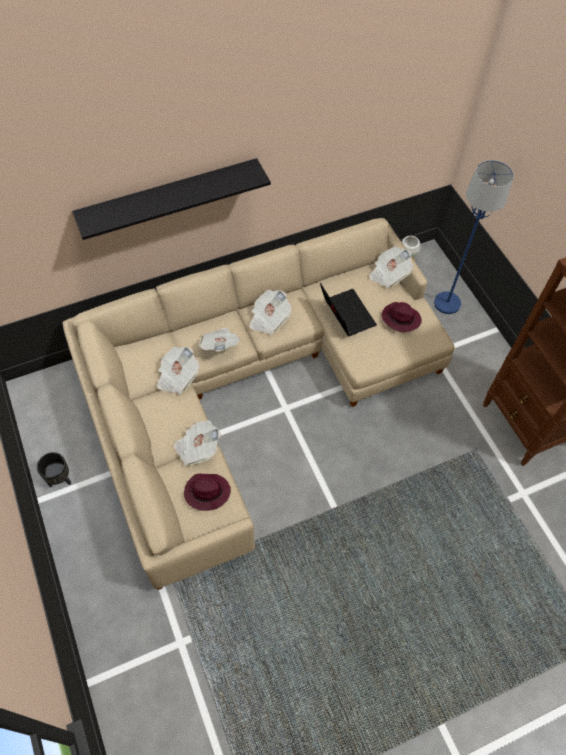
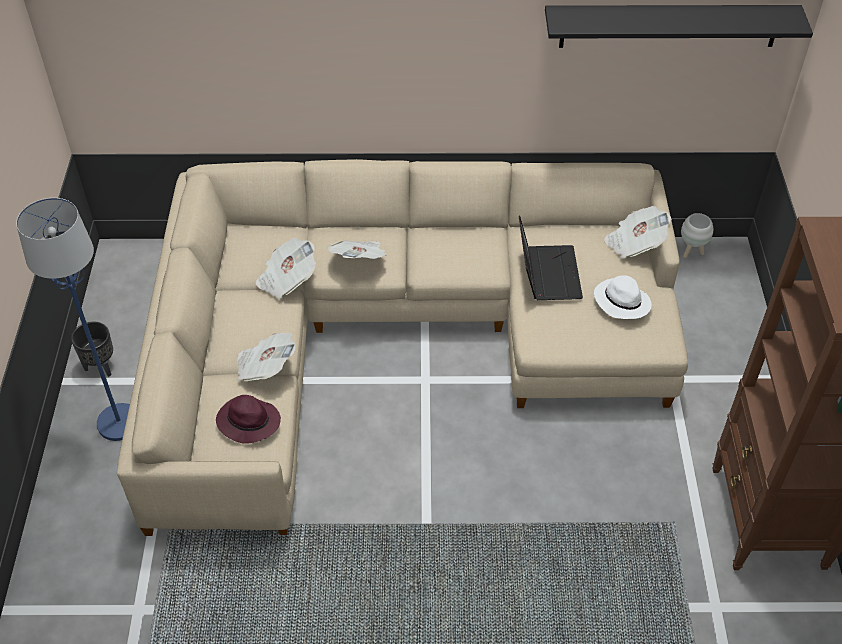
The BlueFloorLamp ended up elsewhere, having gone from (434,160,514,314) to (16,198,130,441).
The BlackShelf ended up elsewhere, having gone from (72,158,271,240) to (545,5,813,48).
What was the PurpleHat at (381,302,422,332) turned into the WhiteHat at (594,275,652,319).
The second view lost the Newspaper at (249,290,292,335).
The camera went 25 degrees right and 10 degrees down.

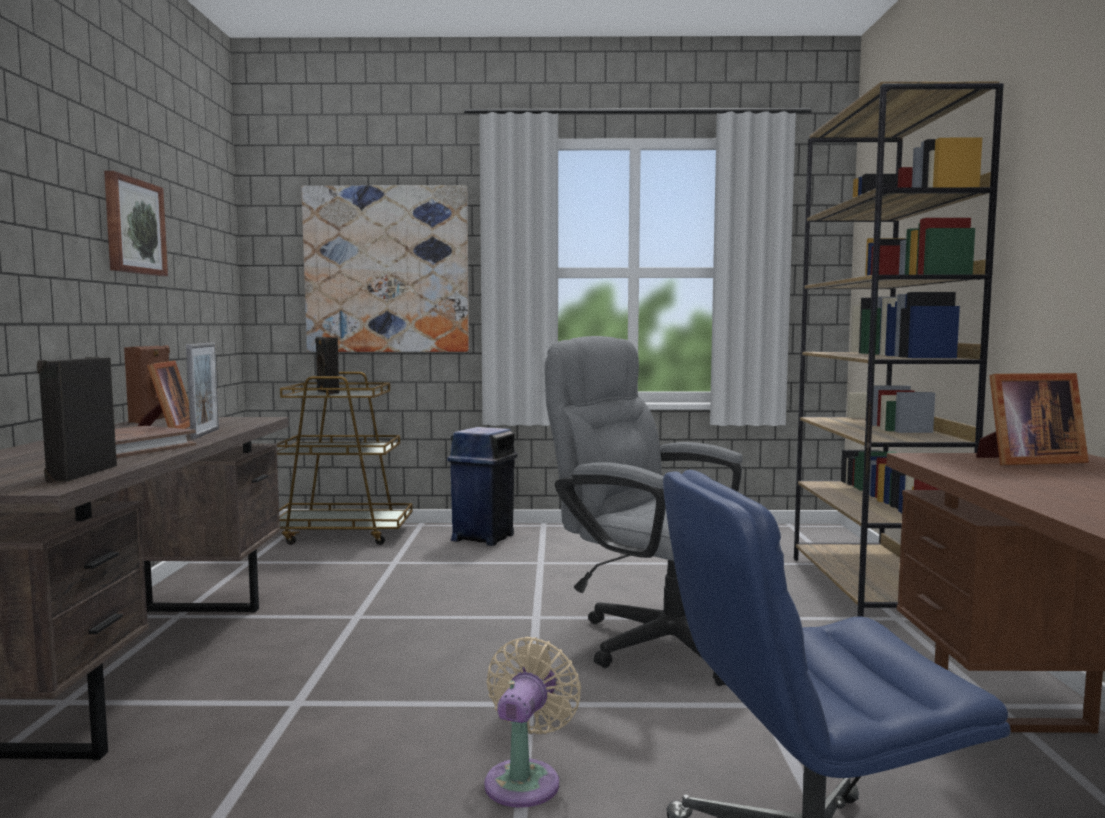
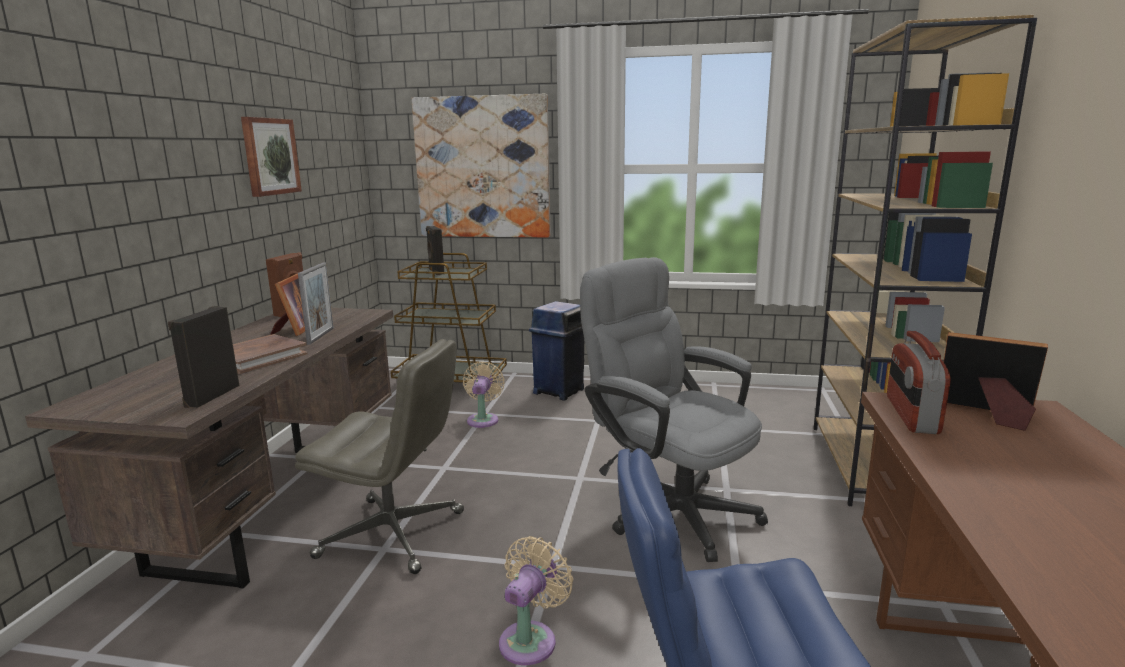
The second view gained the GreyOfficeChair at (295,339,464,574).
The second view gained the BeigeFan at (463,362,505,428).
The second view gained the Radio at (887,331,951,434).
The PictureFrame at (976,373,1089,465) ended up facing another way, 150 degrees counterclockwise from before.
The camera went 10 degrees right and 10 degrees up.

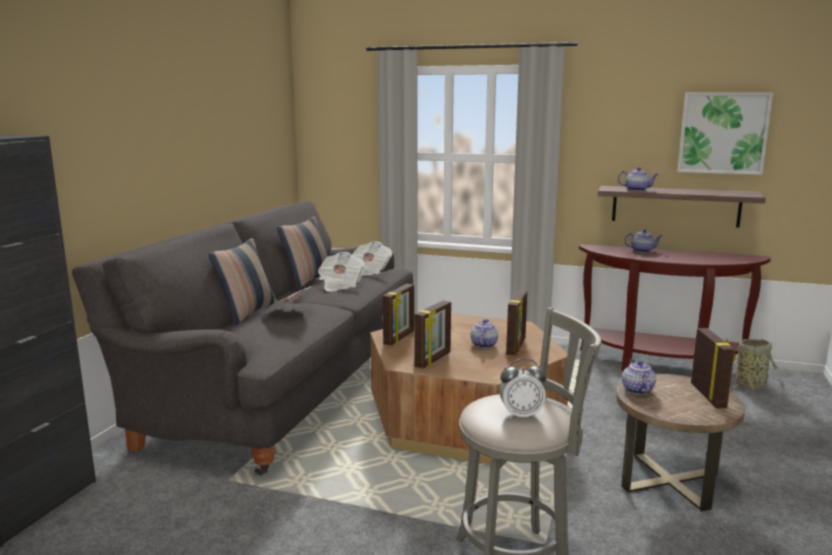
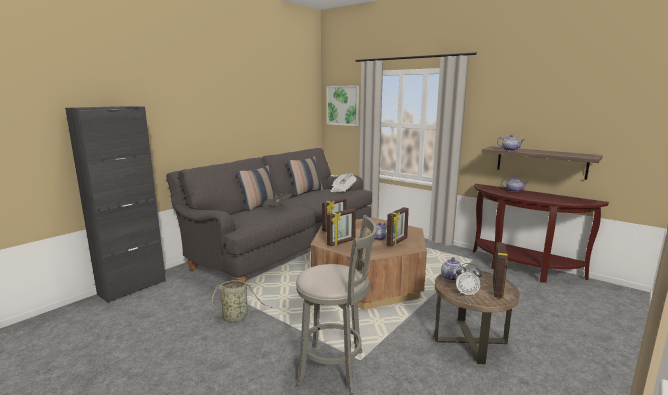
The Basket ended up elsewhere, having gone from (730,339,778,391) to (208,280,273,323).
The Picture ended up elsewhere, having gone from (678,92,773,175) to (327,86,359,126).
The AlarmClock ended up elsewhere, having gone from (500,359,546,419) to (456,263,482,296).
The second view lost the Newspaper at (318,252,365,291).
The camera went 20 degrees right and 0 degrees up.

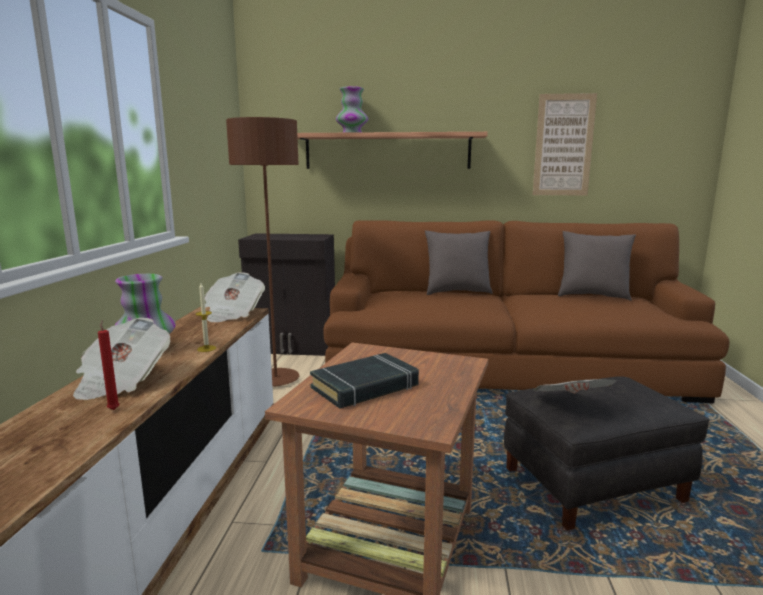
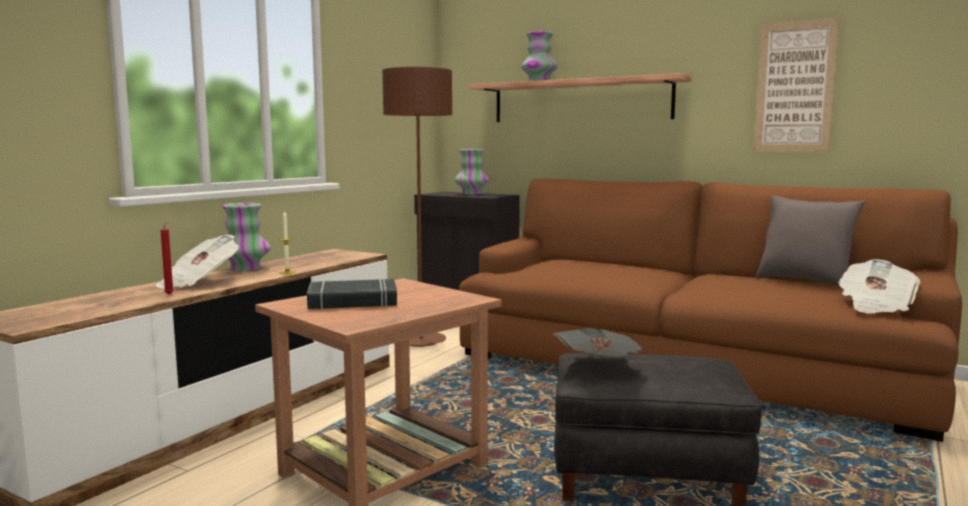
The second view gained the Vase at (455,149,489,195).
The Newspaper ended up elsewhere, having gone from (204,272,265,322) to (838,259,921,313).
The second view lost the GreyPillow at (425,231,493,295).
The camera went 25 degrees right and 5 degrees down.

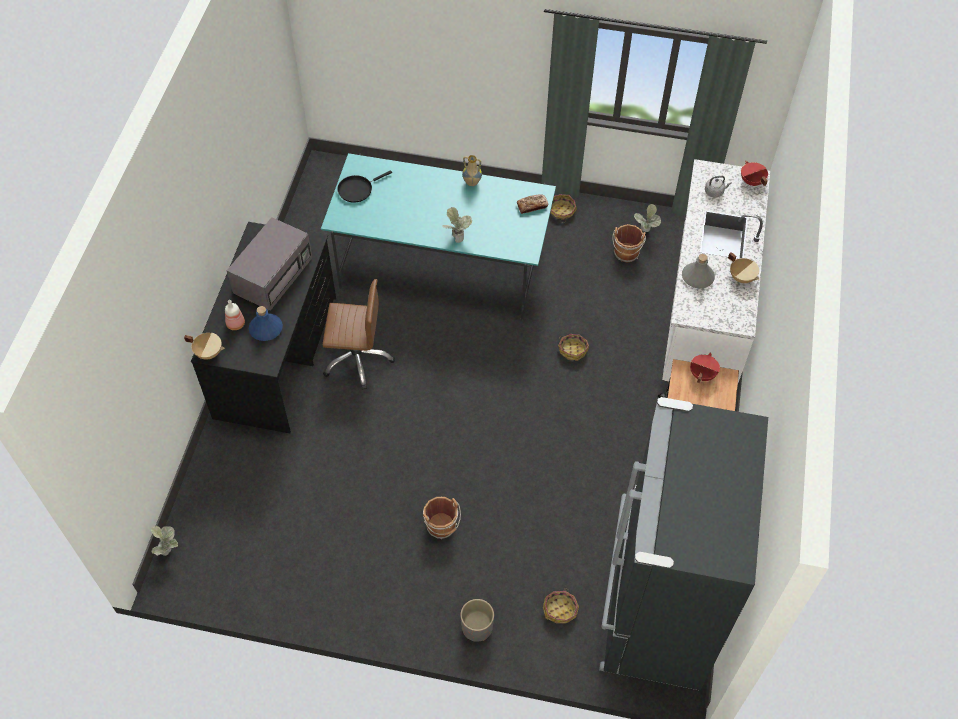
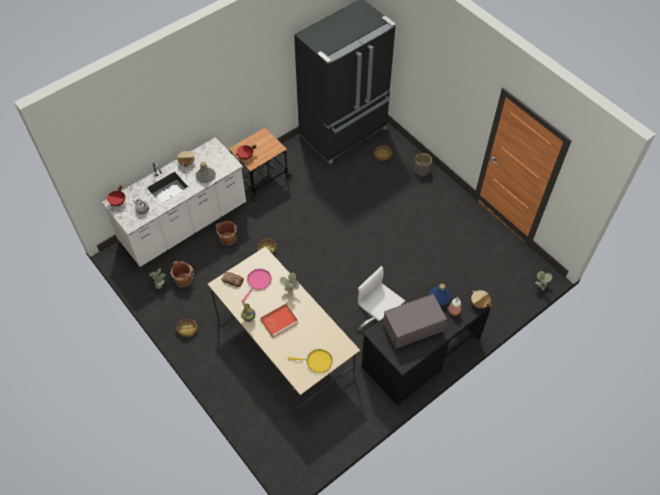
What was the TurquoiseDiningTable at (321,153,556,320) turned into the BeigeDiningTable at (208,246,360,416).
The BrownBucket ended up elsewhere, having gone from (423,497,461,539) to (216,221,238,246).
The second view gained the PinkFryingPan at (242,269,271,302).
The second view gained the RedTray at (260,304,299,337).
What was the BlackFryingPan at (337,170,392,203) turned into the YellowFryingPan at (288,349,333,373).
What was the BrownOfficeChair at (323,279,395,390) turned into the WhiteOfficeChair at (357,266,405,332).
The camera went 140 degrees left and 0 degrees up.

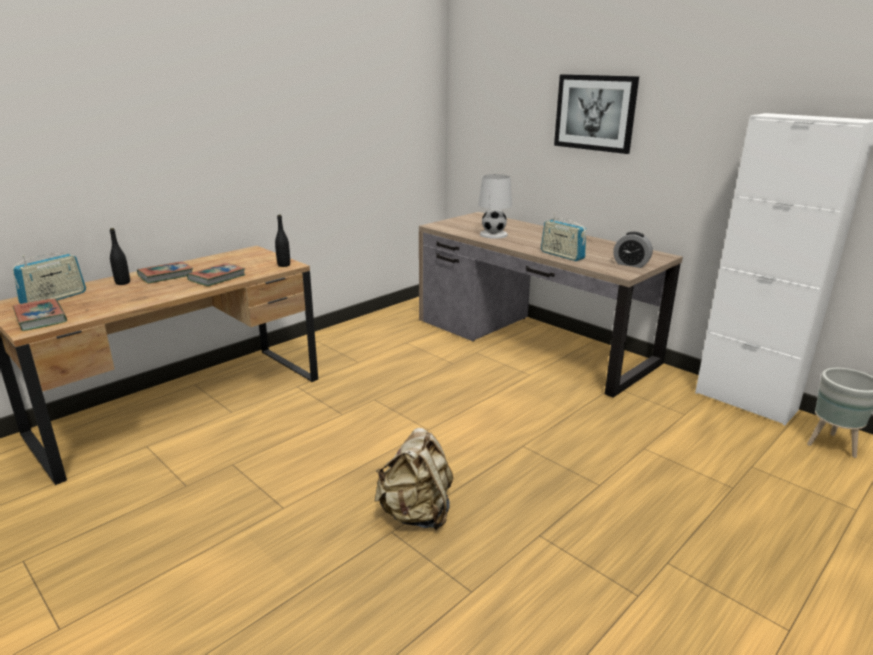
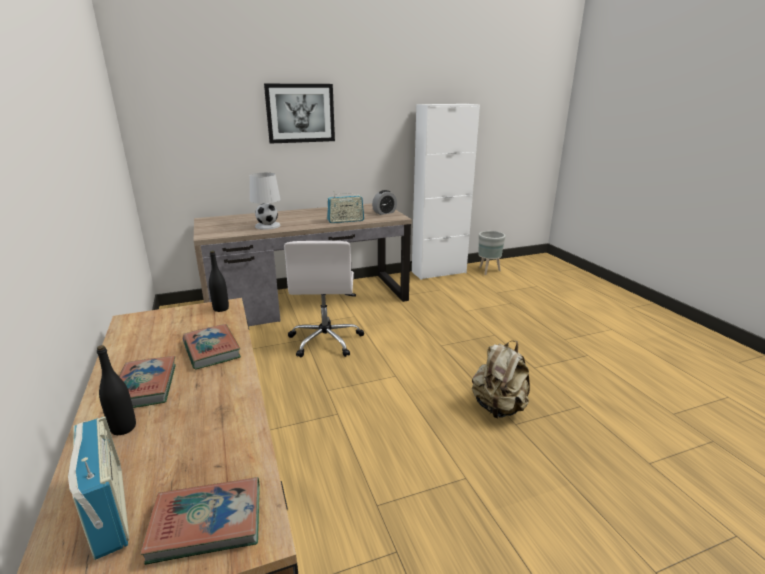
The second view gained the WhiteOfficeChair at (284,241,364,357).
The camera went 65 degrees left and 0 degrees up.

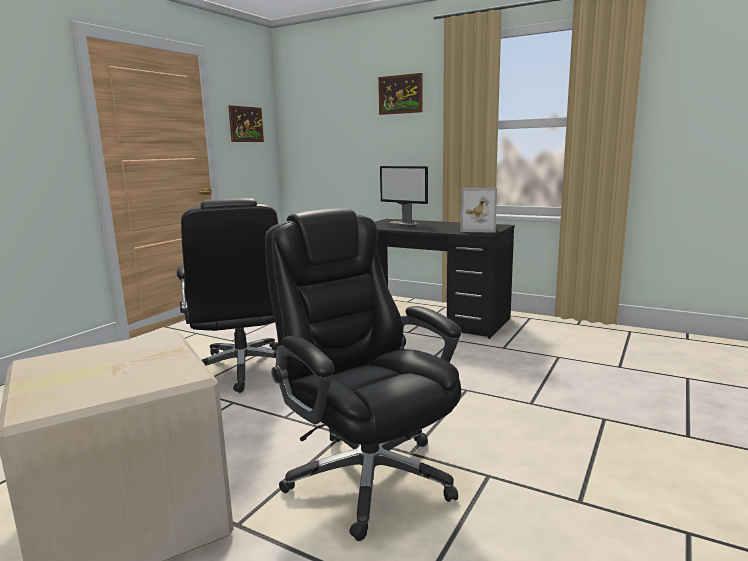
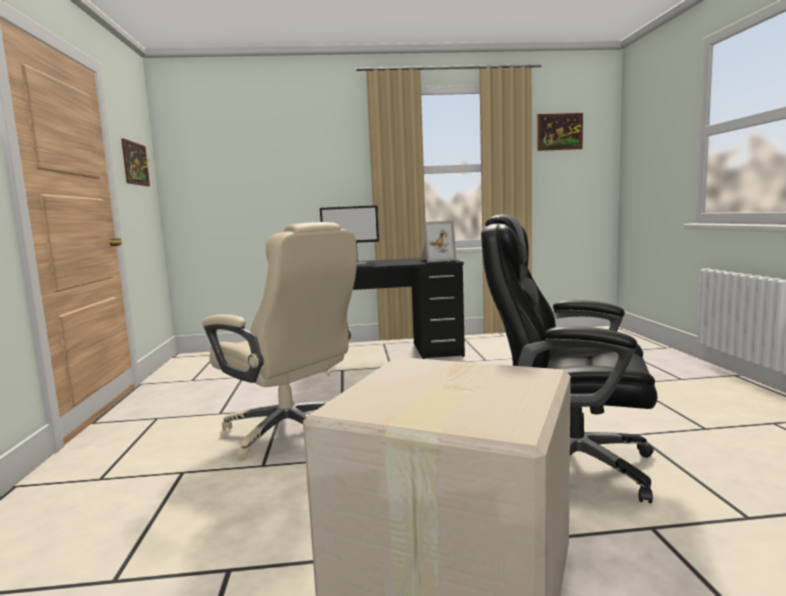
What was the BlackOfficeChair at (177,198,278,393) turned into the BeigeOfficeChair at (202,222,357,461).
The Picture ended up elsewhere, having gone from (378,73,422,115) to (538,113,583,151).
The camera went 35 degrees left and 5 degrees down.

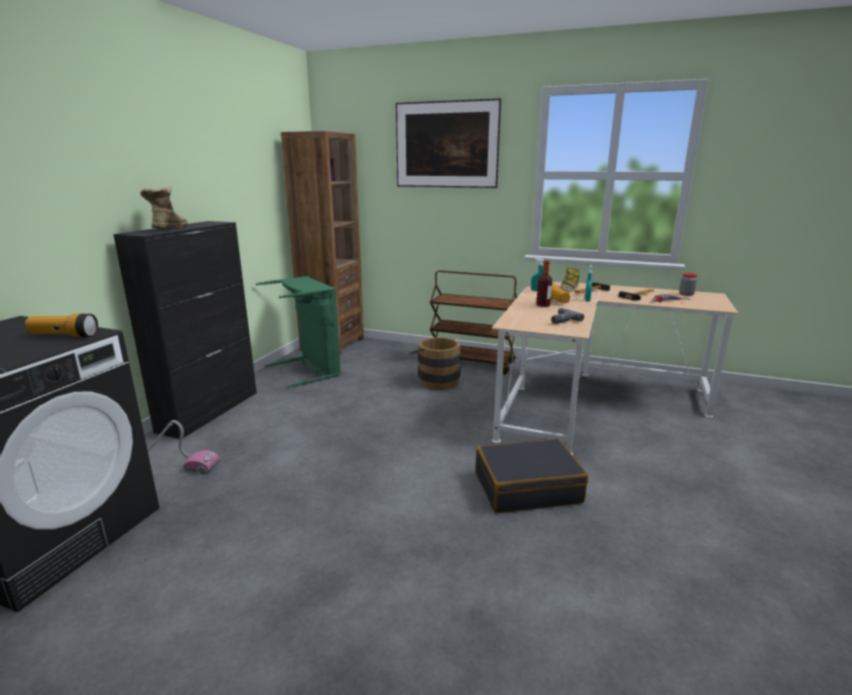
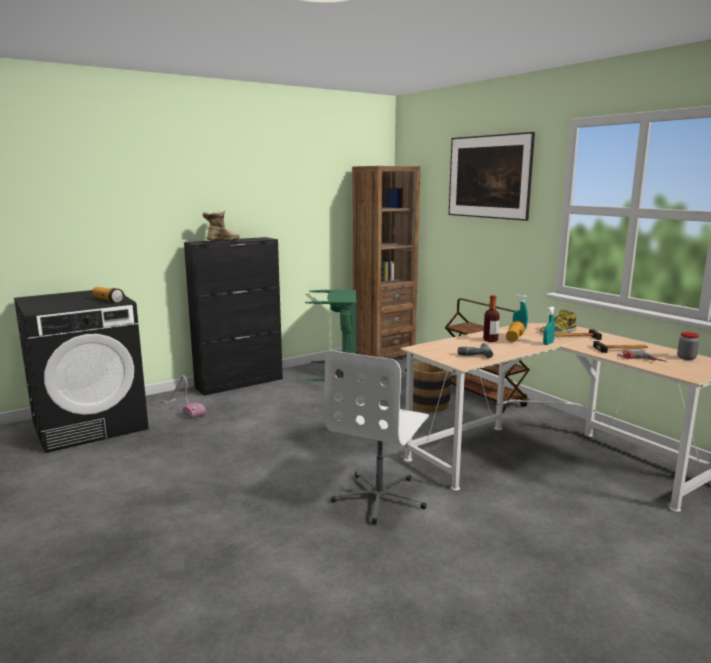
Where the BlackSuitcase stood at (475,439,588,513), the WhiteOfficeChair came to stand at (324,351,429,524).
The camera went 35 degrees right and 5 degrees down.

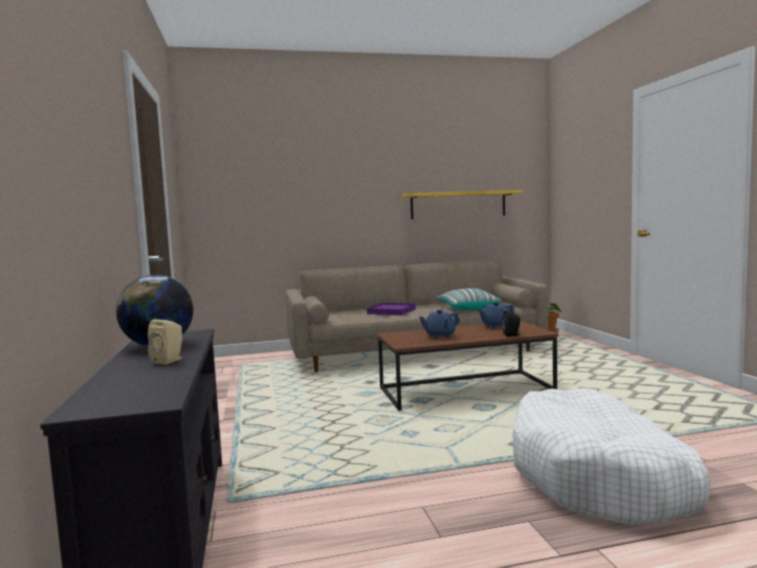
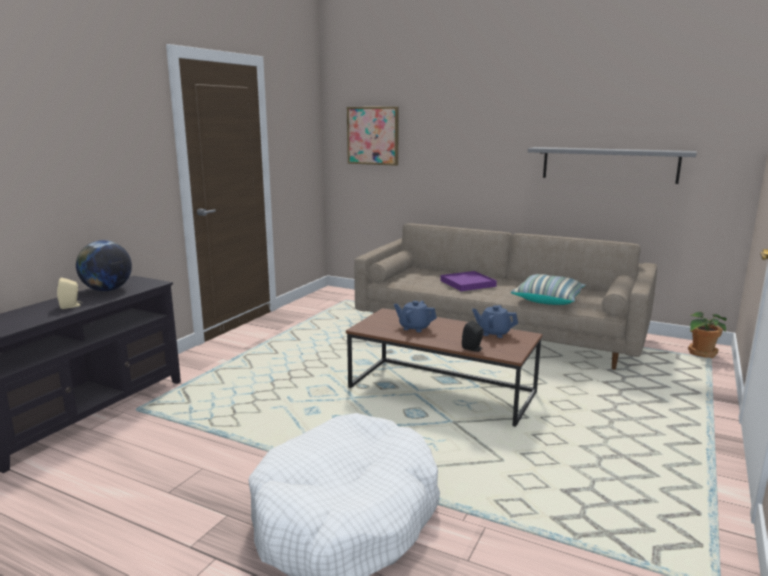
The second view gained the Picture at (347,107,399,166).
What was the YellowShelf at (401,190,523,219) turned into the GreyShelf at (528,147,697,184).
The camera went 40 degrees right and 10 degrees up.

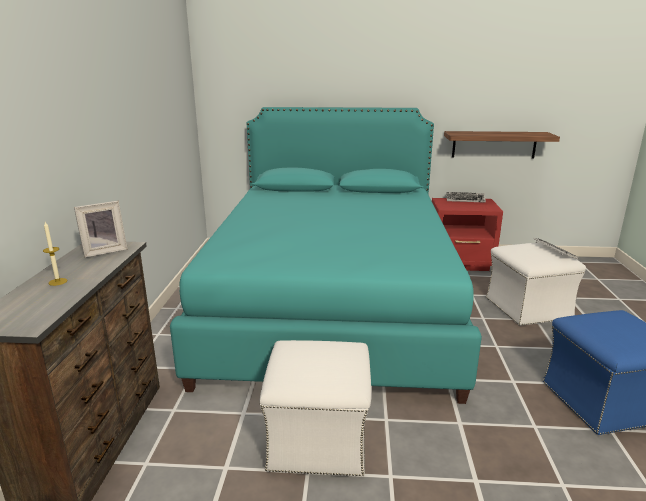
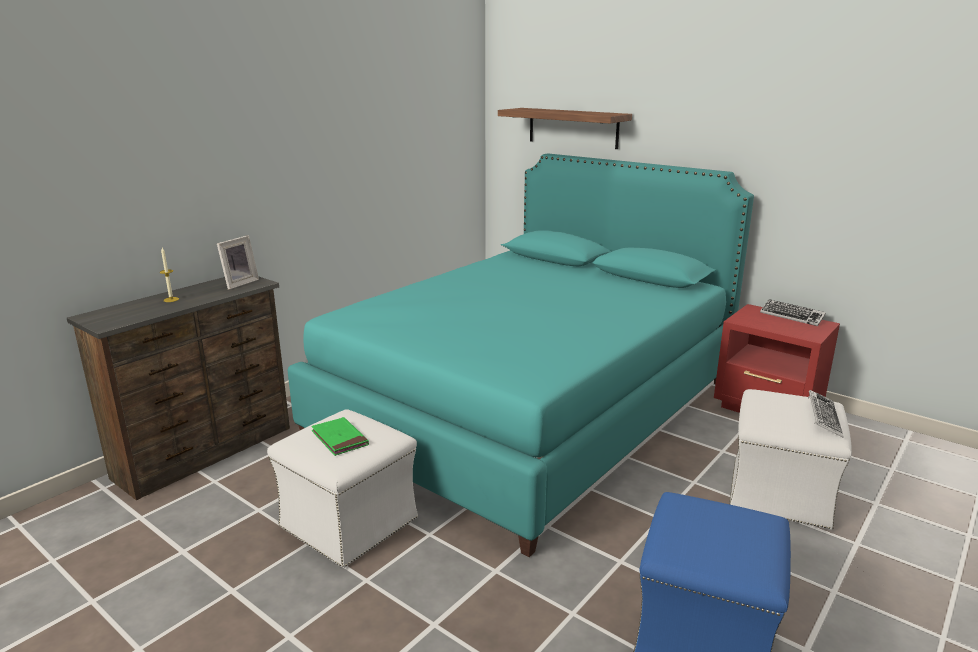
The PictureFrame at (74,201,128,258) ended up facing another way, 60 degrees counterclockwise from before.
The second view gained the GreenBook at (311,417,369,456).
The Shelf ended up elsewhere, having gone from (444,131,560,159) to (498,108,632,149).
The camera went 35 degrees right and 0 degrees up.

